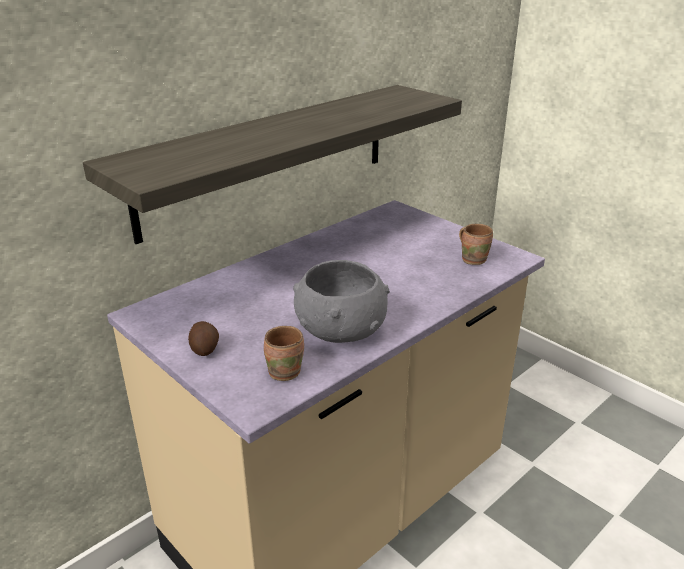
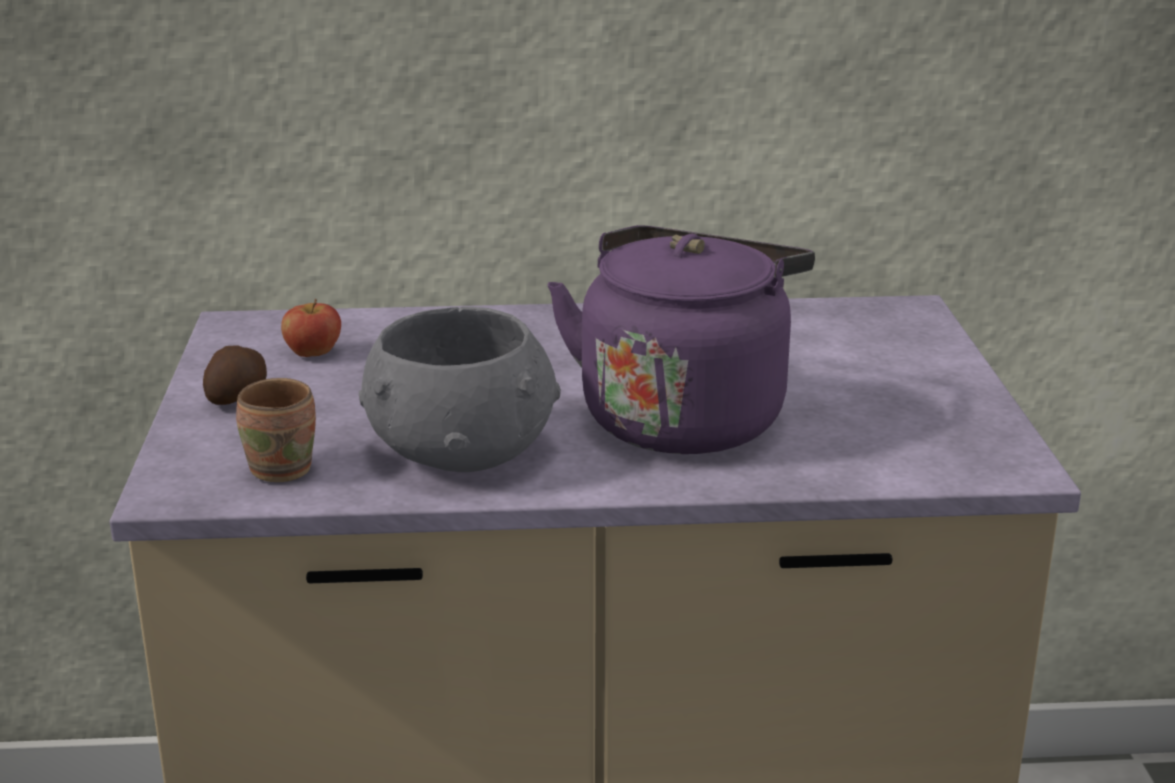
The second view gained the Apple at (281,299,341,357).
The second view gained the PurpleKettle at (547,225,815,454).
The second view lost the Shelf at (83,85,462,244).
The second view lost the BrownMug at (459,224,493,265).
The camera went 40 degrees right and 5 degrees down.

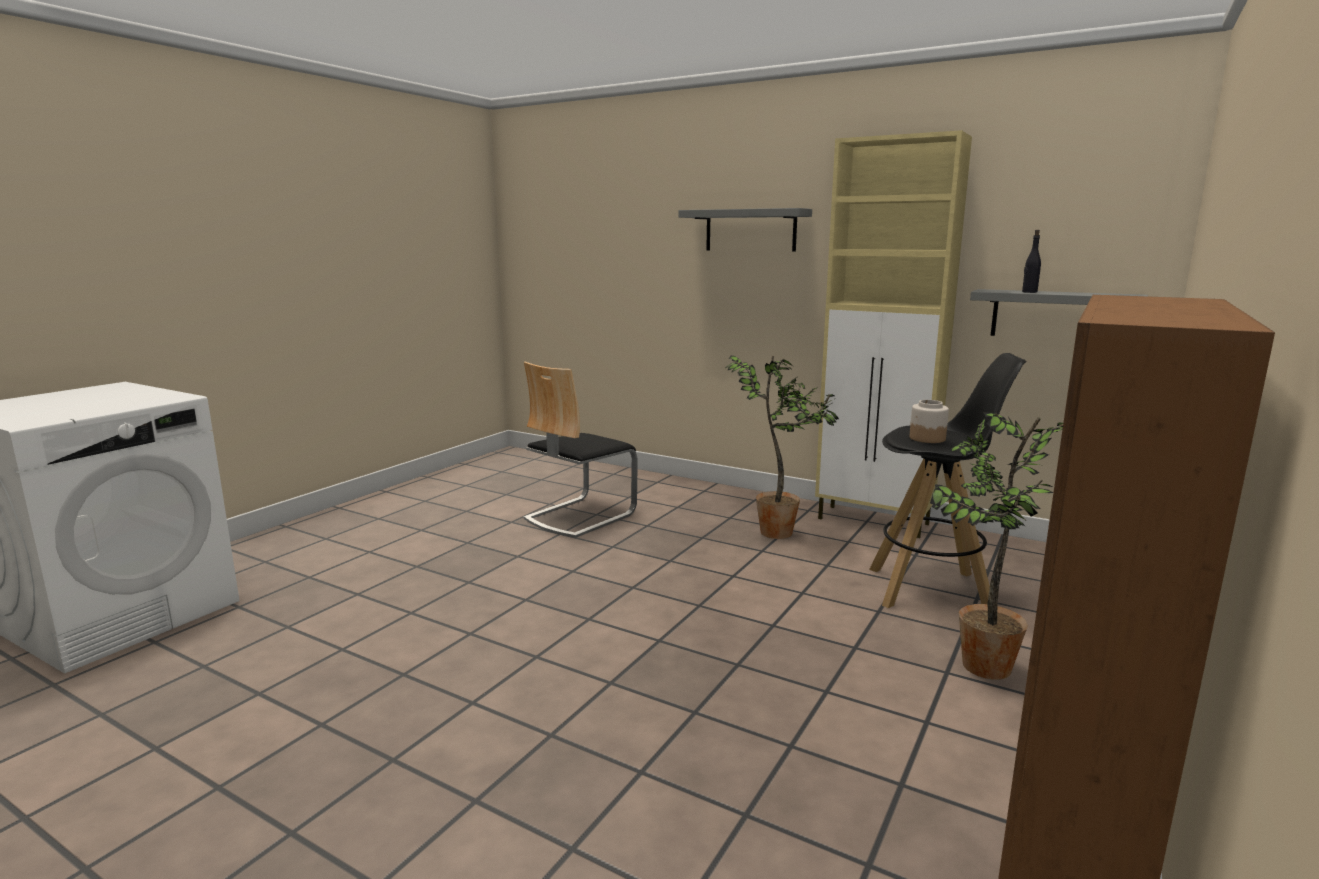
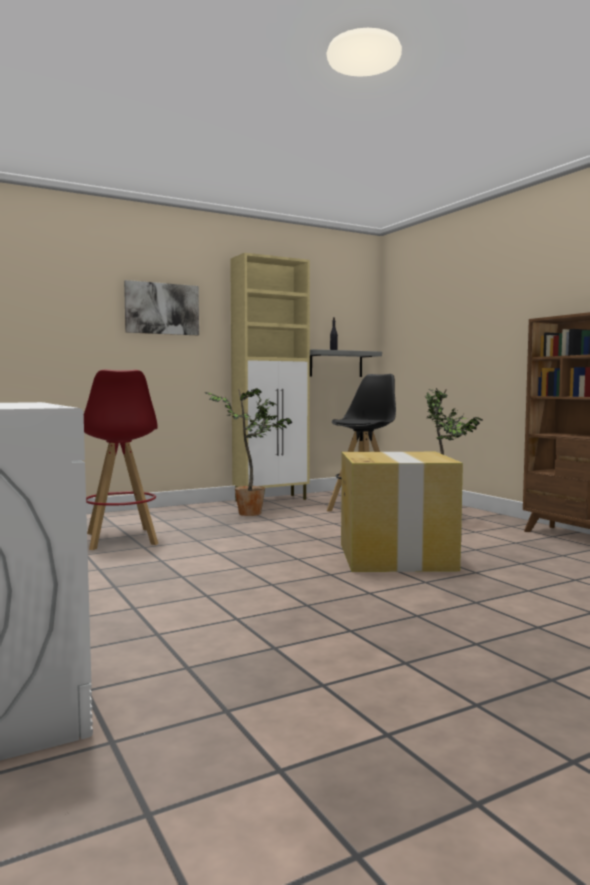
Where the Chair stood at (524,362,638,538), the RedStool came to stand at (84,369,158,550).
Where the GreyShelf hung at (678,208,812,252), the Picture came to hang at (124,280,199,335).
The second view gained the CardboardBox at (341,452,463,572).
The second view lost the Jar at (910,400,949,443).
The camera went 60 degrees left and 10 degrees down.

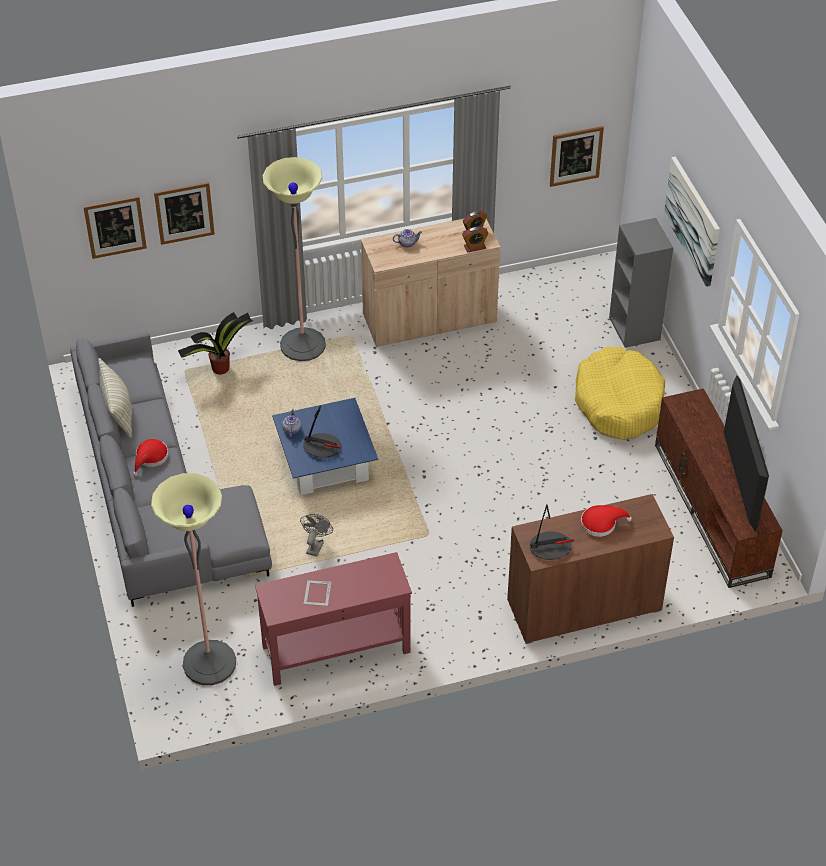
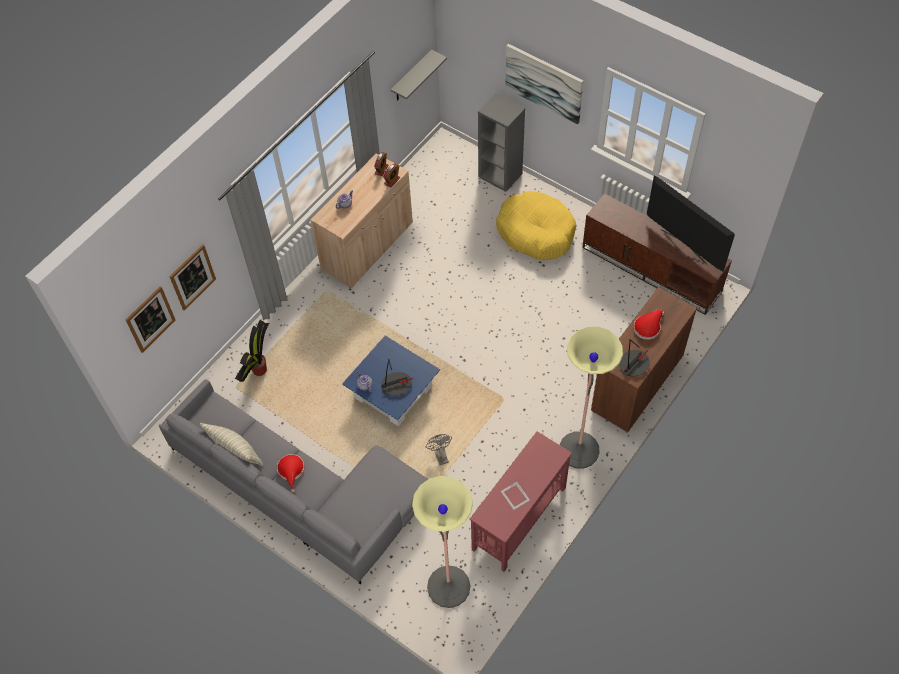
Where the Picture hung at (550,126,604,187), the GreyShelf came to hang at (391,50,447,101).
The FloorLamp ended up elsewhere, having gone from (263,157,326,361) to (560,327,623,468).
The camera went 35 degrees left and 10 degrees up.

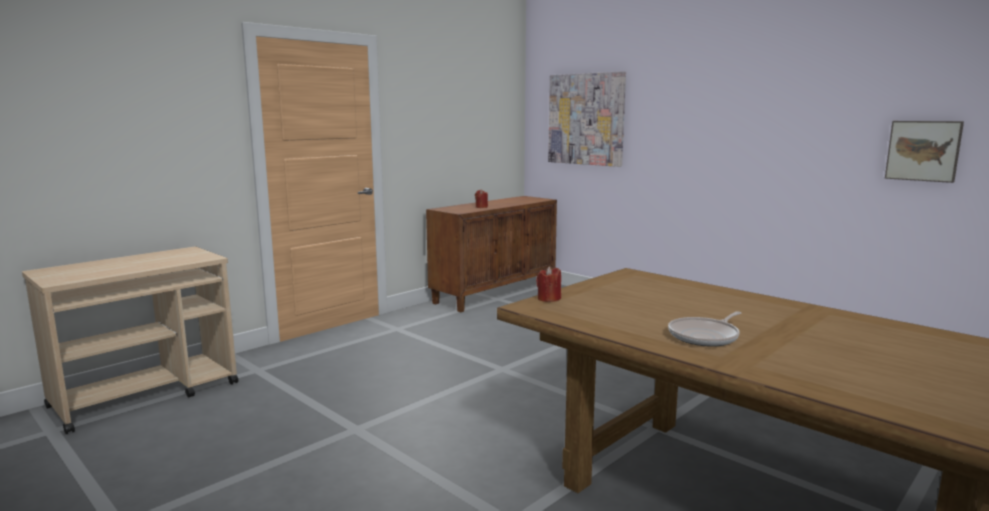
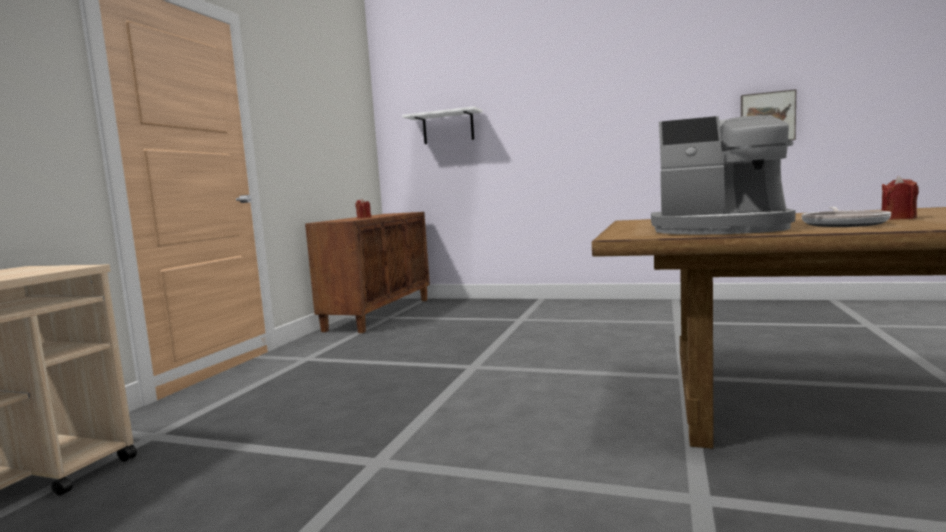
Where the Picture hung at (548,71,626,167), the WhiteShelf came to hang at (402,106,483,144).
The second view gained the CoffeeMachine at (651,115,795,234).
The RedCandle ended up elsewhere, having gone from (536,266,561,302) to (882,176,919,220).
The camera went 25 degrees left and 5 degrees down.

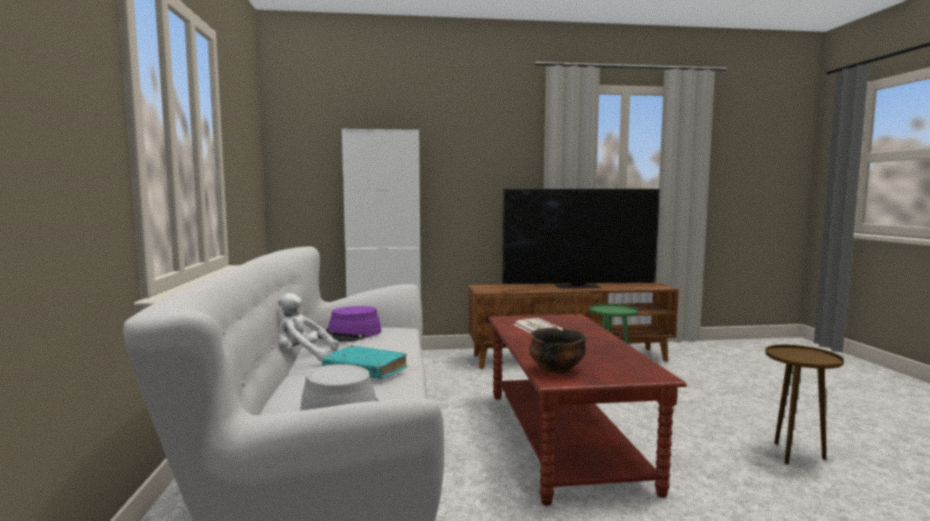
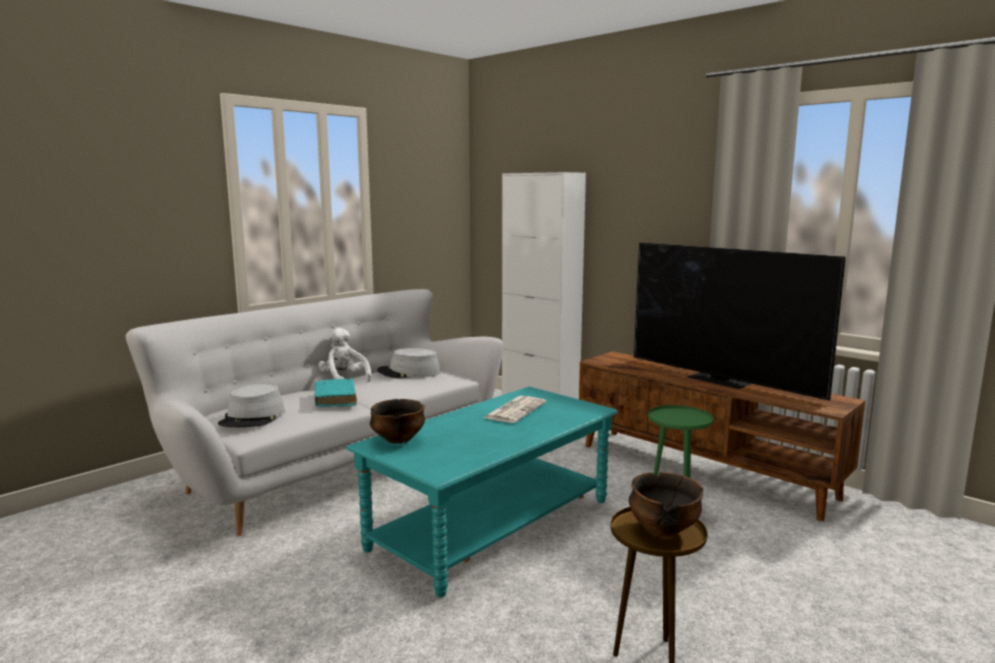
What was the BrownCoffeeTable at (488,314,687,506) turned into the TurquoiseCoffeeTable at (346,387,618,597).
What was the PurpleHat at (318,306,382,342) turned into the GreyHat at (377,348,441,378).
The second view gained the Bowl at (629,472,703,537).
The camera went 50 degrees right and 5 degrees up.

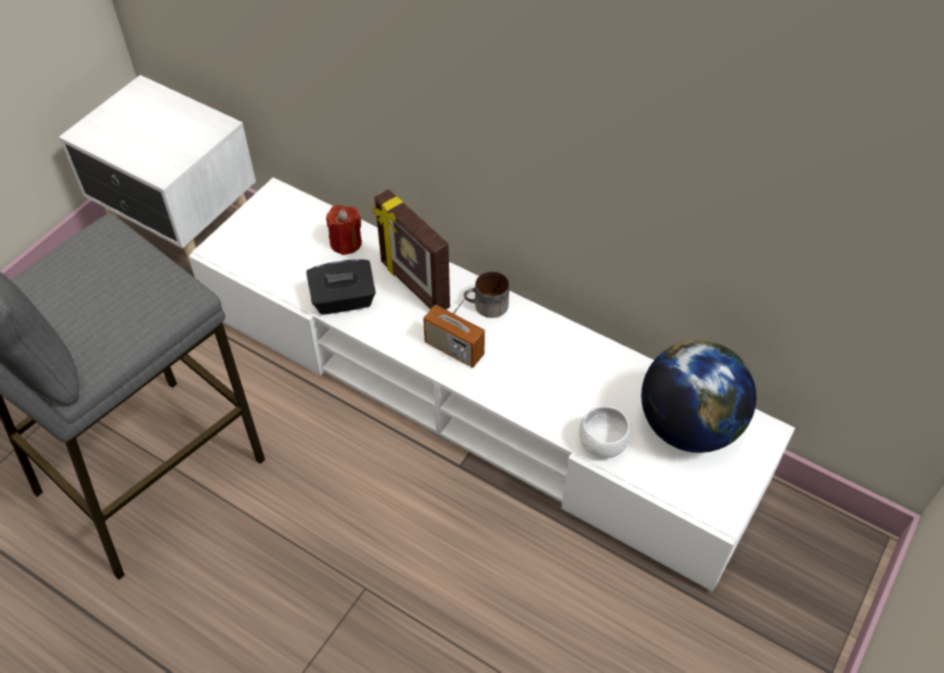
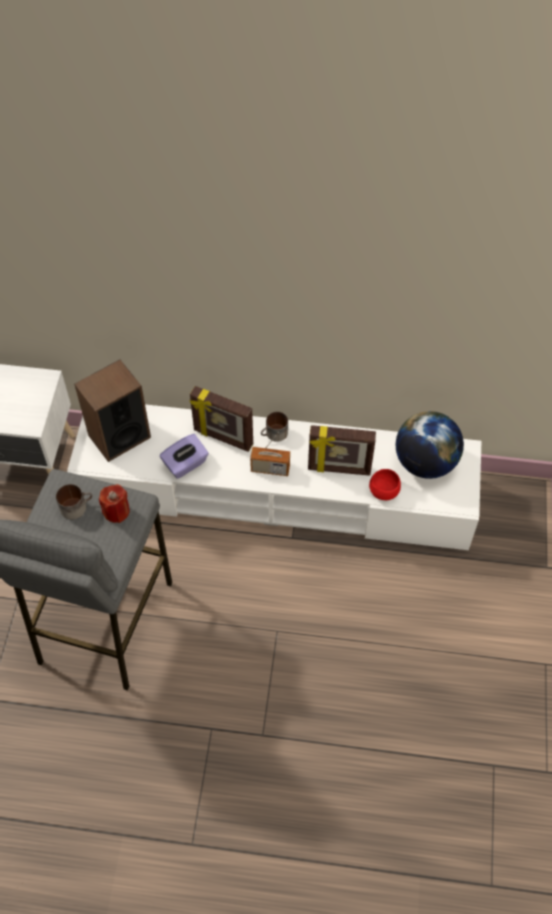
The second view gained the Mug at (56,484,92,519).
The second view gained the Speaker at (74,359,151,462).
The RedCandle ended up elsewhere, having gone from (326,205,362,255) to (99,484,130,523).
What was the BlackTissueBox at (306,259,376,315) turned into the PurpleTissueBox at (160,434,209,479).
The second view gained the PictureFrame at (308,425,376,476).
What was the WhiteBowl at (579,406,631,458) turned into the RedBowl at (369,469,401,500).
The camera went 25 degrees left and 5 degrees up.

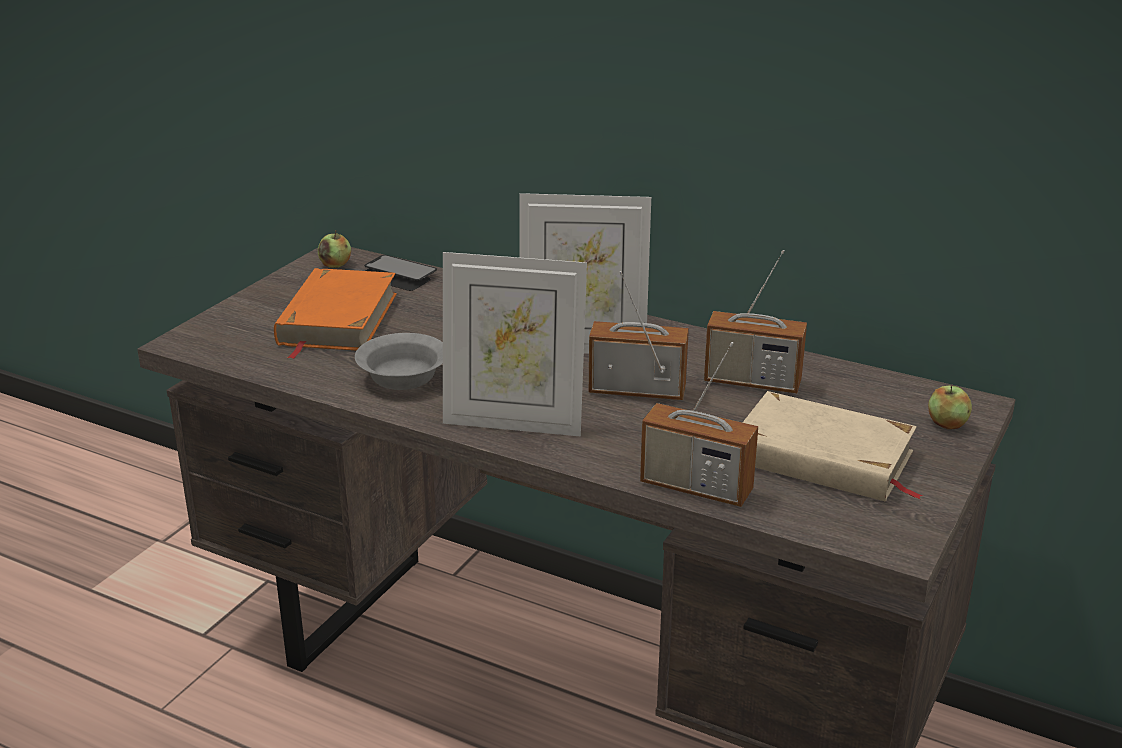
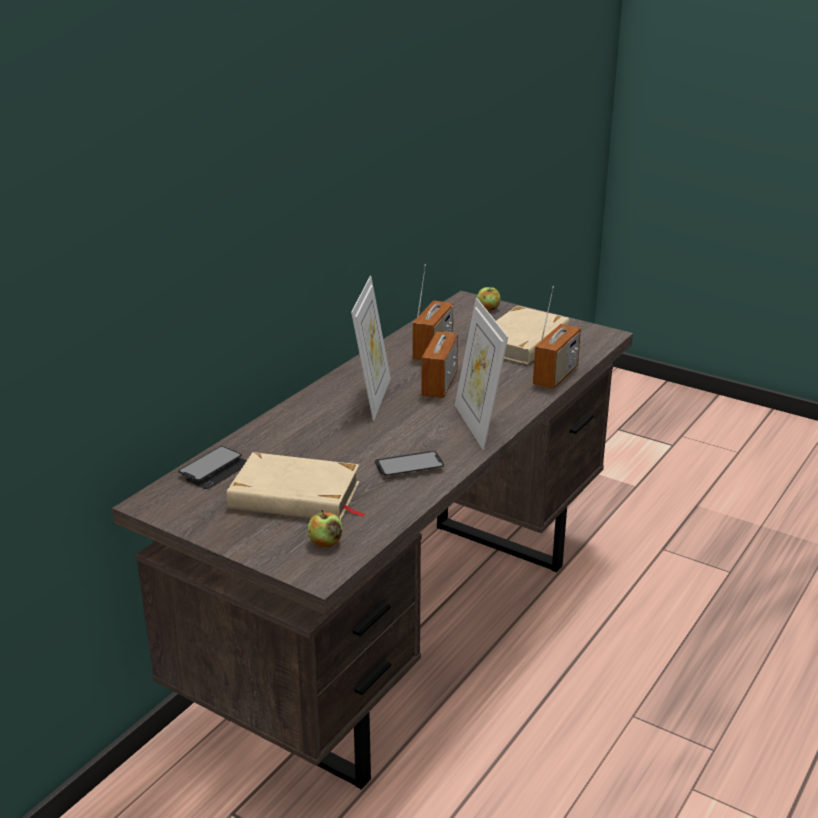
What was the OrangeBook at (274,268,397,359) turned into the BeigeBook at (227,452,365,520).
The Apple ended up elsewhere, having gone from (318,230,351,268) to (308,510,342,547).
Where the GreyBowl stood at (355,333,443,390), the Phone came to stand at (375,451,444,475).
The PictureFrame at (443,252,587,436) ended up facing another way, 150 degrees clockwise from before.
The camera went 85 degrees left and 0 degrees up.

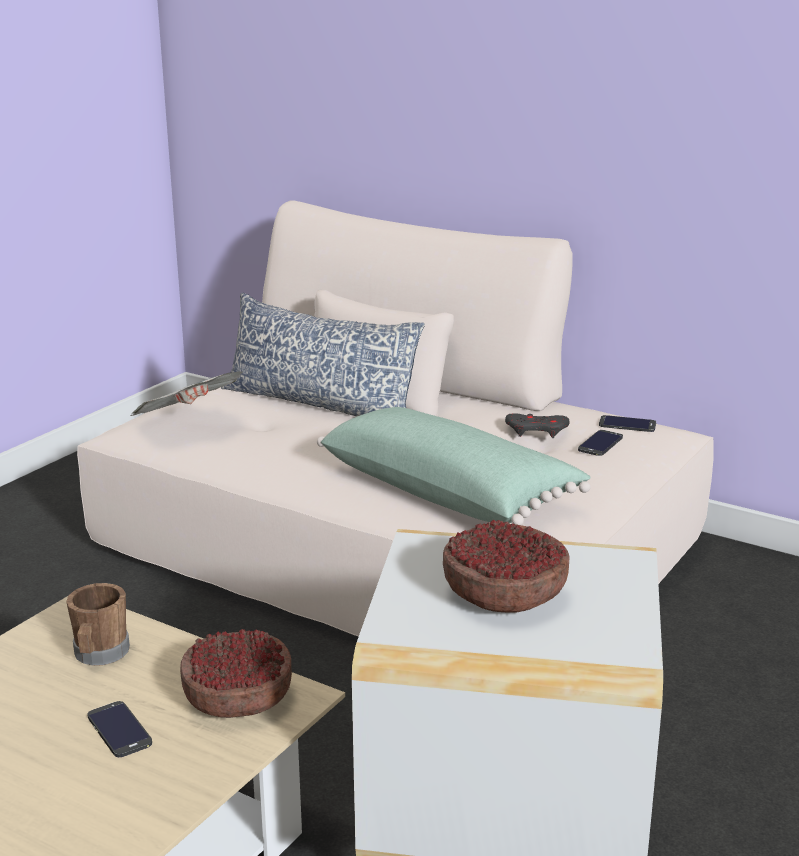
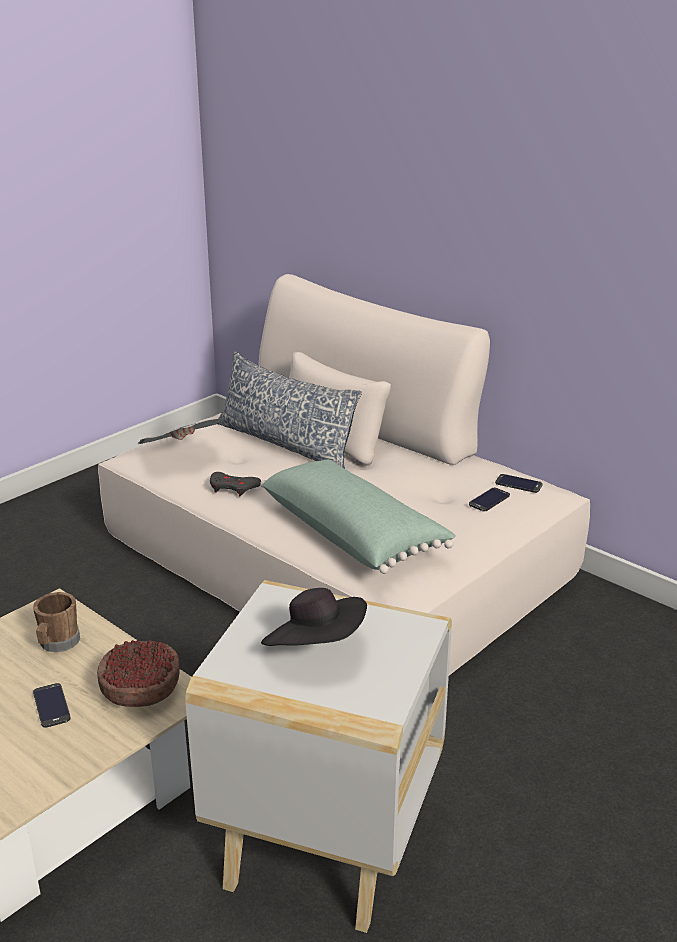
The GreyGameController ended up elsewhere, having gone from (505,413,570,438) to (210,472,261,496).
Where the Bowl stood at (443,520,570,612), the BlackHat came to stand at (261,588,367,646).
The camera went 10 degrees right and 5 degrees up.

